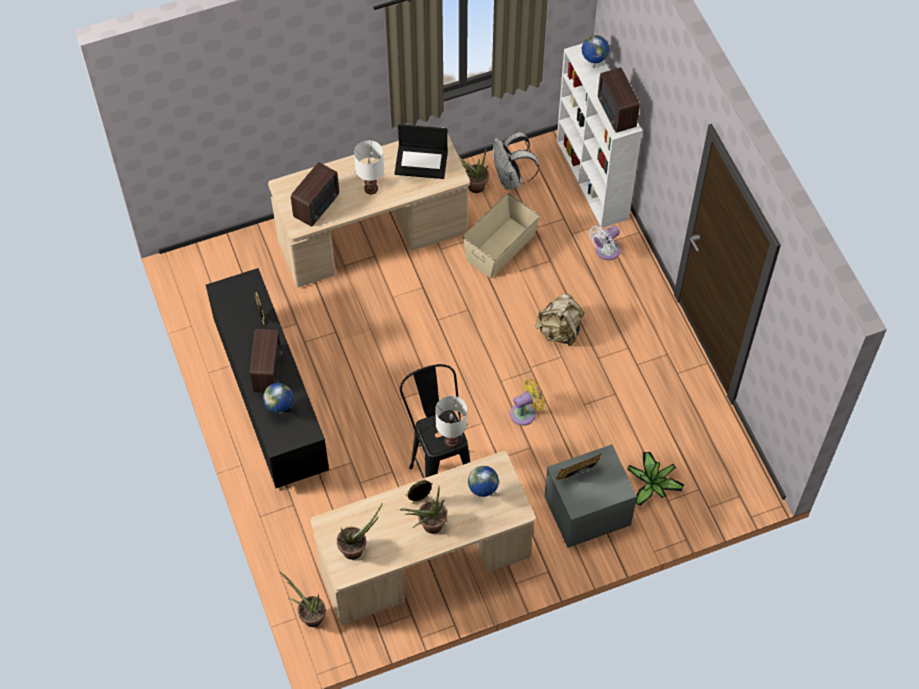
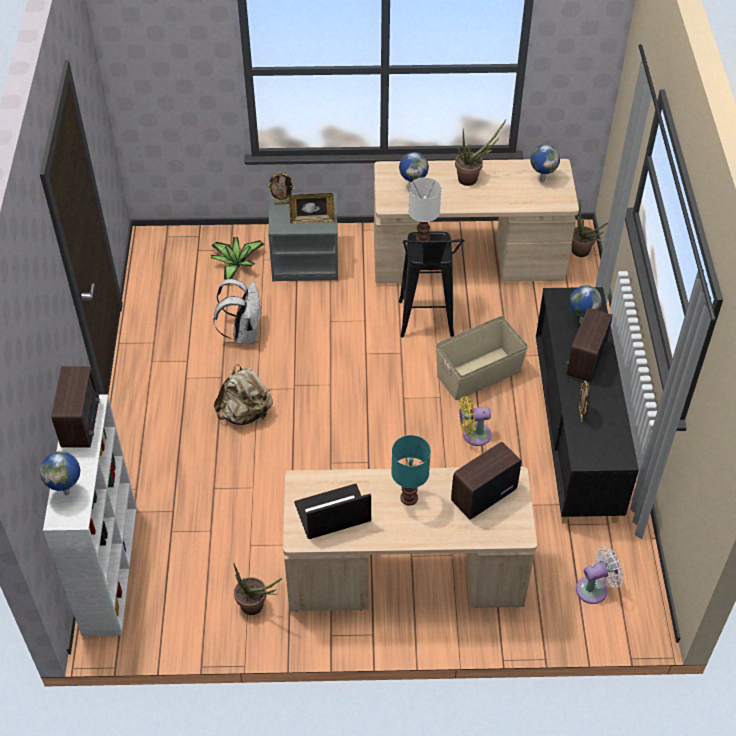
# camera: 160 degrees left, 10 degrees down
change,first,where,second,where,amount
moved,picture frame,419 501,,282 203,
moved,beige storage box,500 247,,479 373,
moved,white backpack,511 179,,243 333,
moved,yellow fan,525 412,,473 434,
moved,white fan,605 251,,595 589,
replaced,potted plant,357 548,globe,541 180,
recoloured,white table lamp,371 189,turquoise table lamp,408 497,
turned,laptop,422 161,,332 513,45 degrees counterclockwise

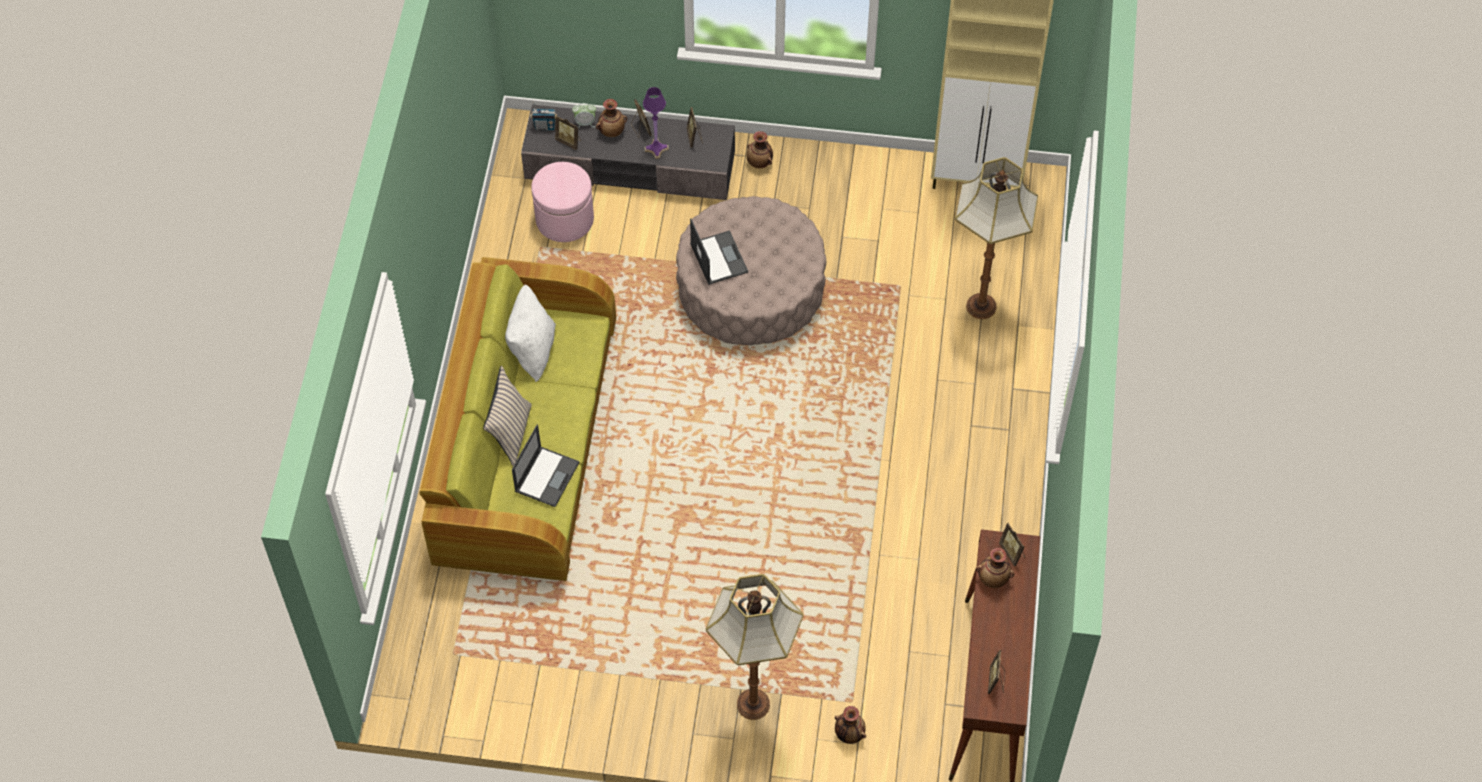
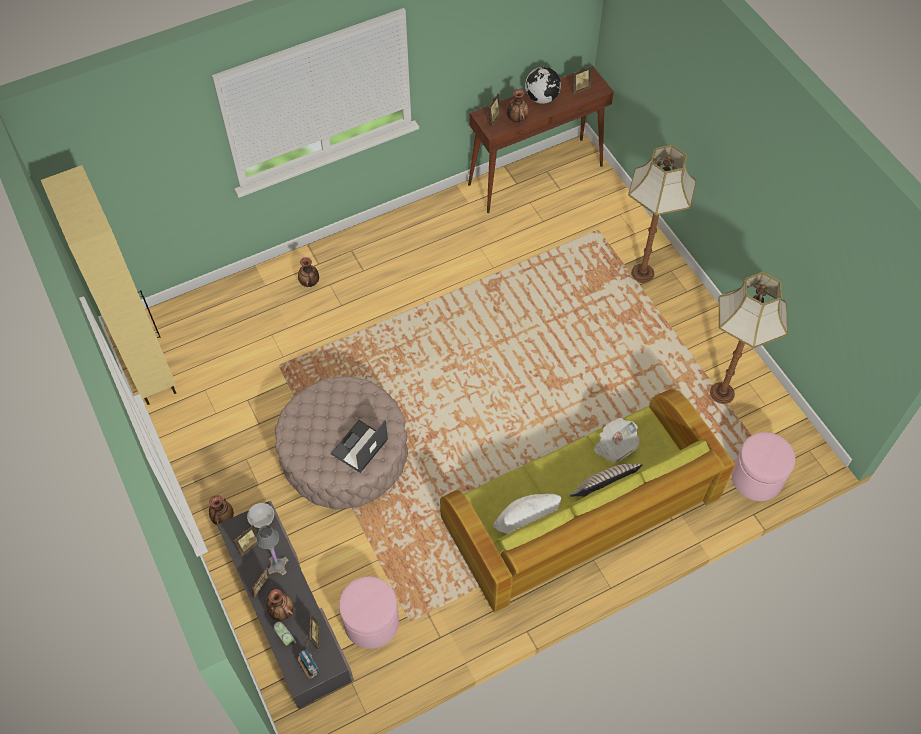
# camera: 125 degrees left, 0 degrees up
change,first,where,second,where,amount
added,,,bowl,262 520,
added,,,globe,542 98,
added,,,pink ottoman,756 478,
moved,vase,849 734,,310 282,
moved,floor lamp,980 307,,723 393,
replaced,laptop,547 476,newspaper,614 446,
recoloured,purple table lamp,656 148,grey table lamp,277 566,

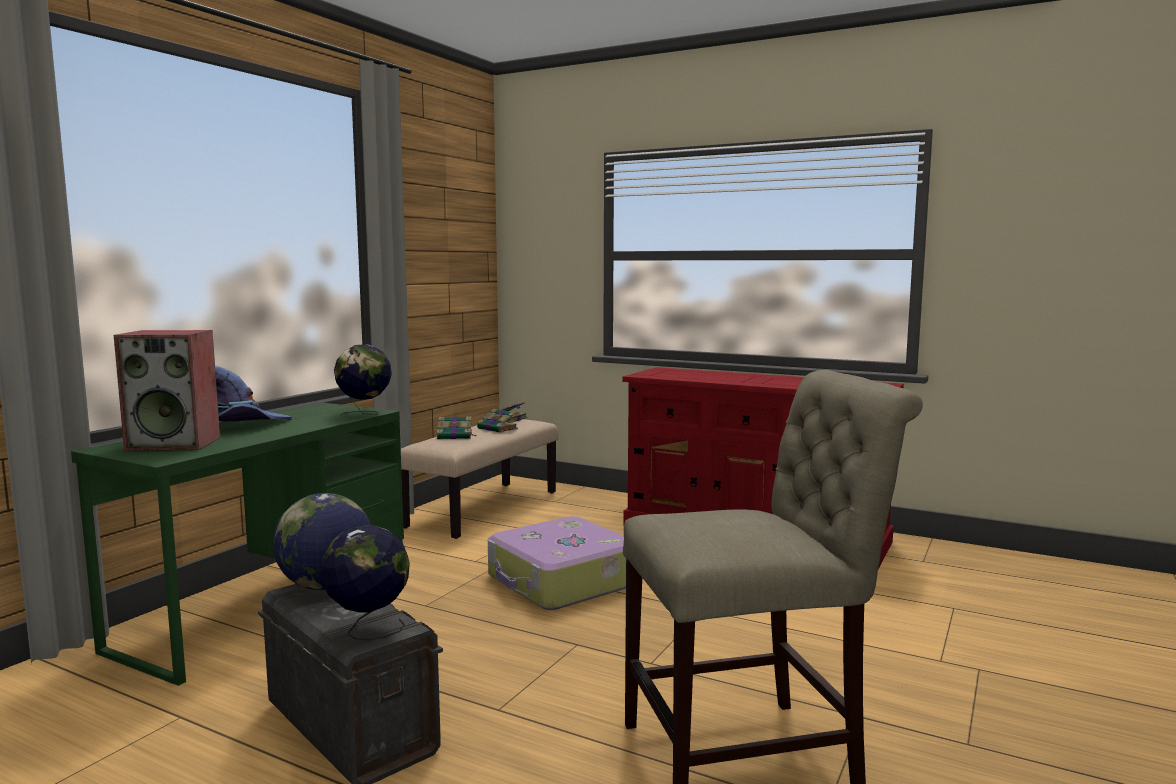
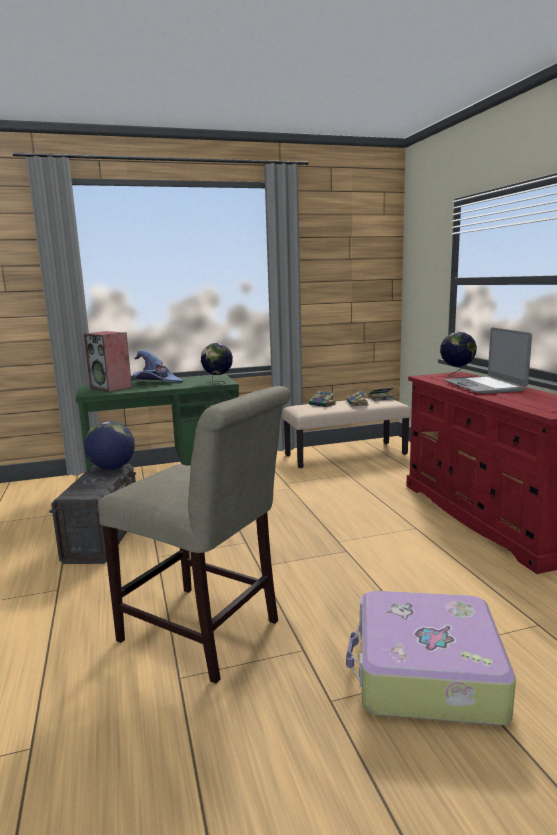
# camera: 45 degrees right, 5 degrees up
change,first,where,second,where,amount
added,,,laptop,484 386,
moved,globe,368 630,,456 376,
moved,suitcase,561 581,,425 673,

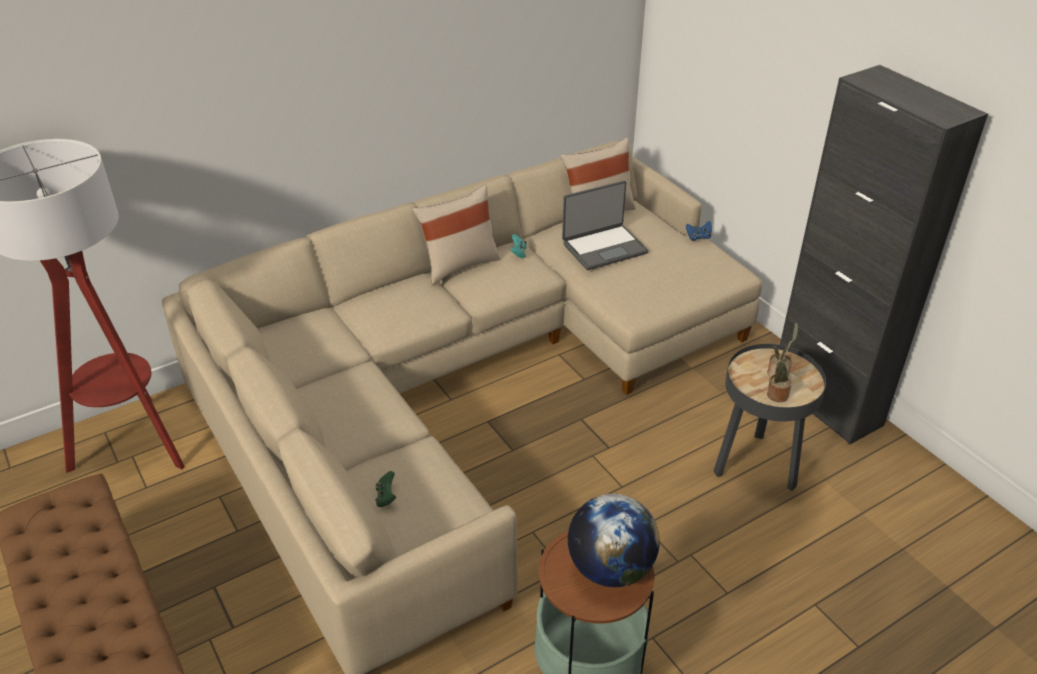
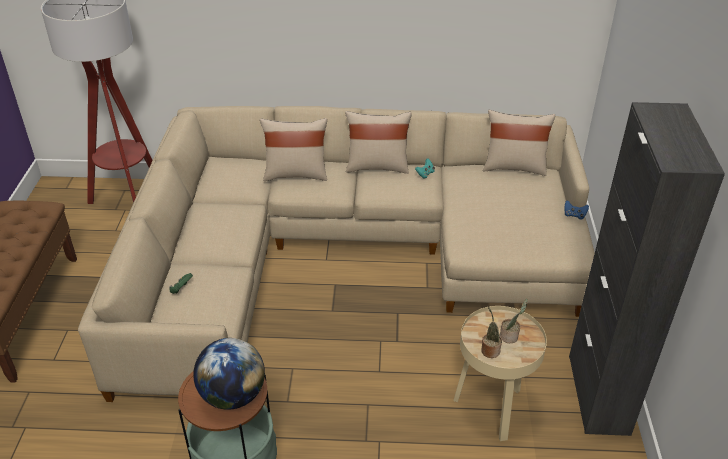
# camera: 35 degrees right, 0 degrees up
change,first,where,second,where,amount
removed,laptop,604 247,,,
added,,,beige pillow,296 174,
recoloured,black side table,756 465,beige side table,492 408,

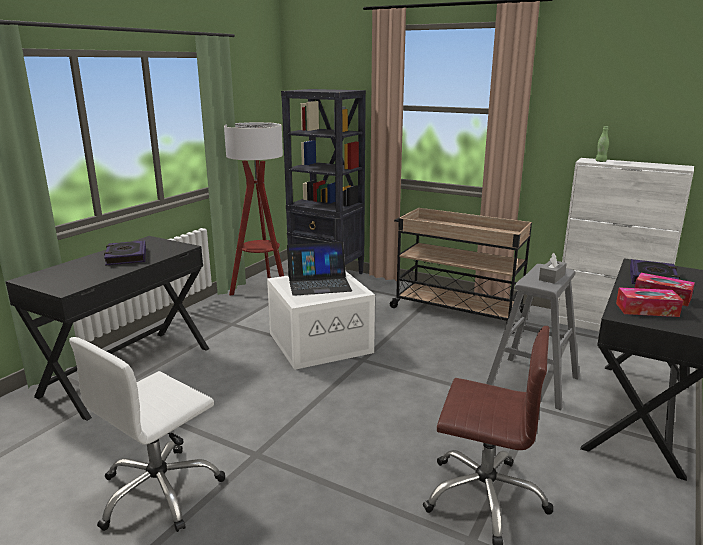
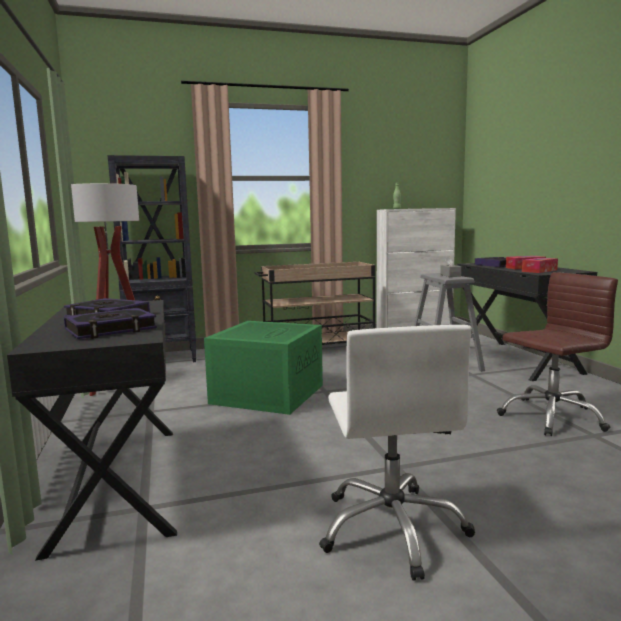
# camera: 45 degrees left, 10 degrees down
change,first,where,second,where,amount
removed,laptop,319 283,,,
added,,,book,111 329,
recoloured,white storage box,321 342,green storage box,267 393,

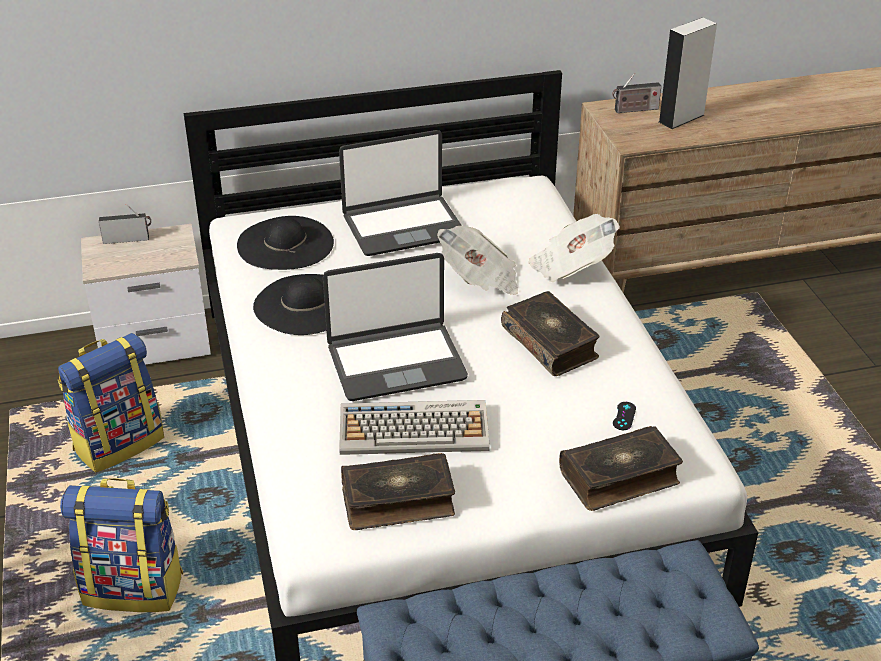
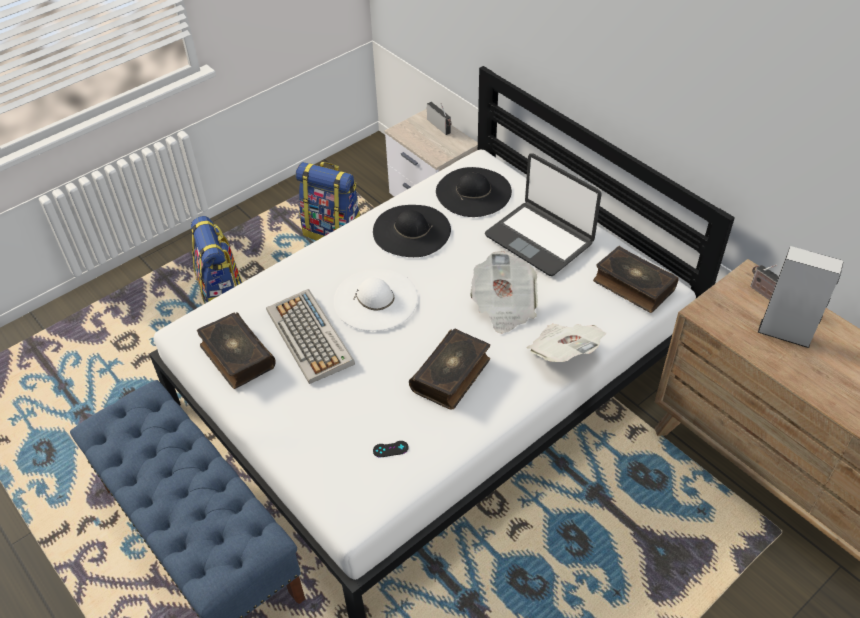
# camera: 65 degrees right, 10 degrees up
change,first,where,second,where,amount
moved,book,620 478,,633 285,
replaced,laptop,396 362,white hat,376 300,

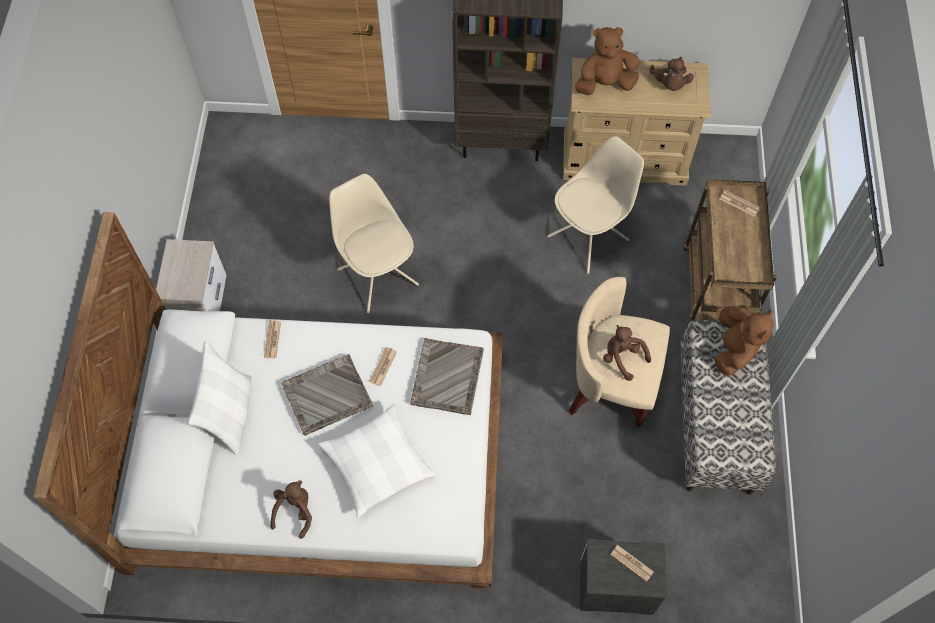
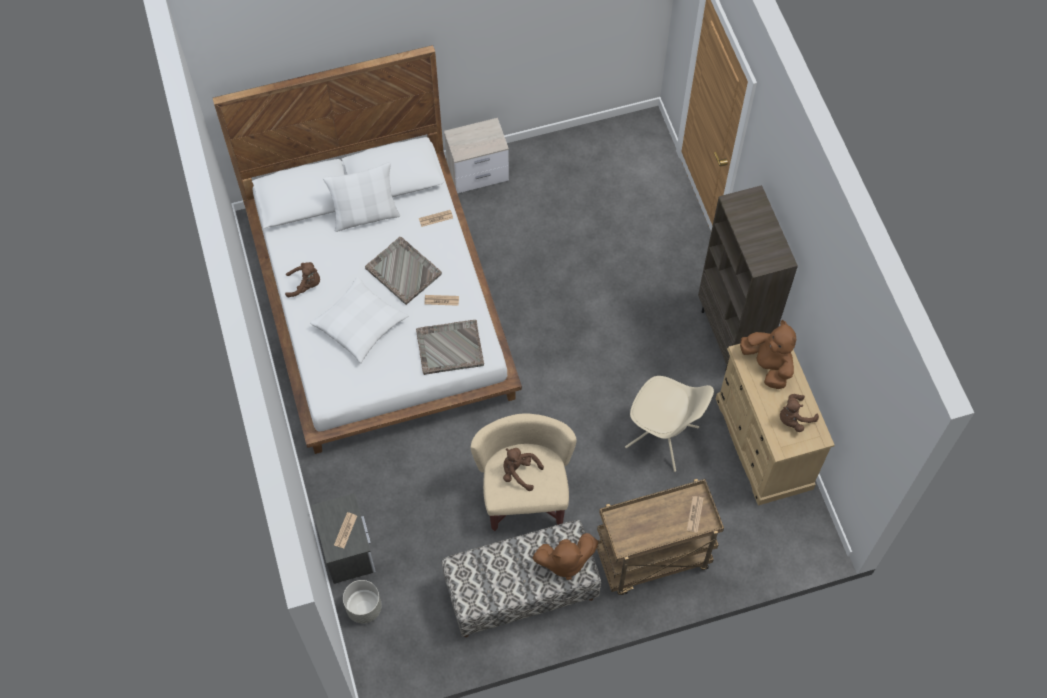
# camera: 70 degrees right, 0 degrees up
change,first,where,second,where,amount
removed,beige chair,377 275,,,
added,,,grey planter,363 607,
turned,brown plush toy,622 357,,519 472,90 degrees counterclockwise

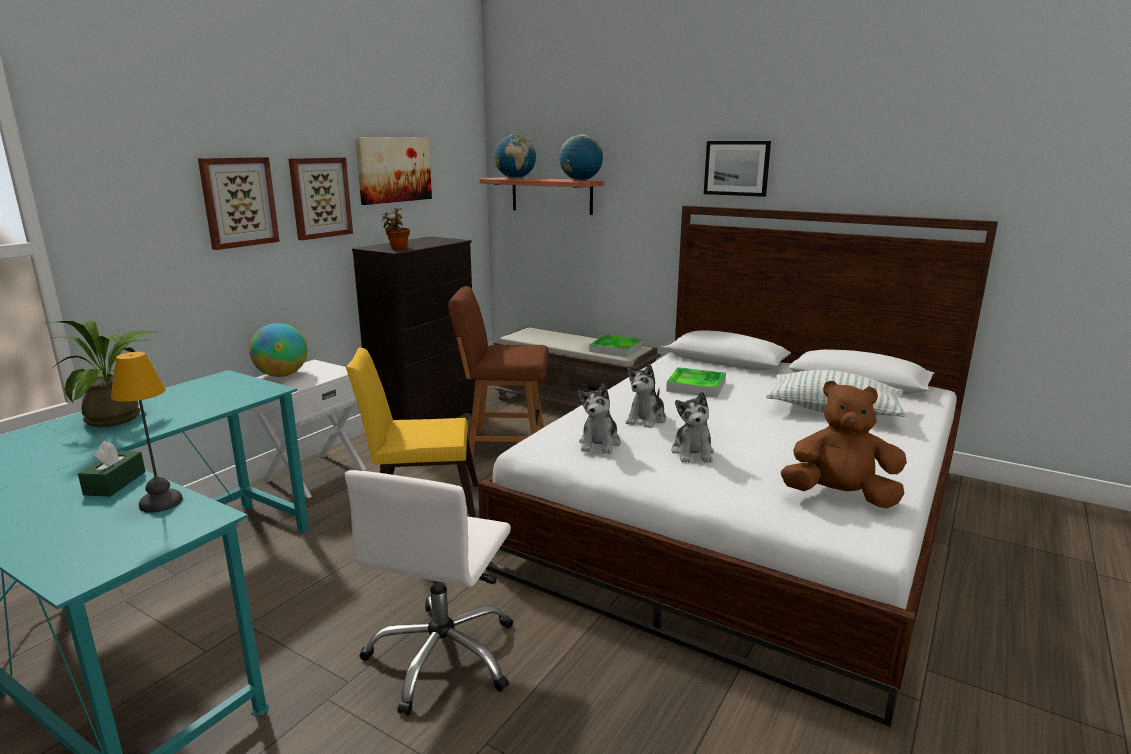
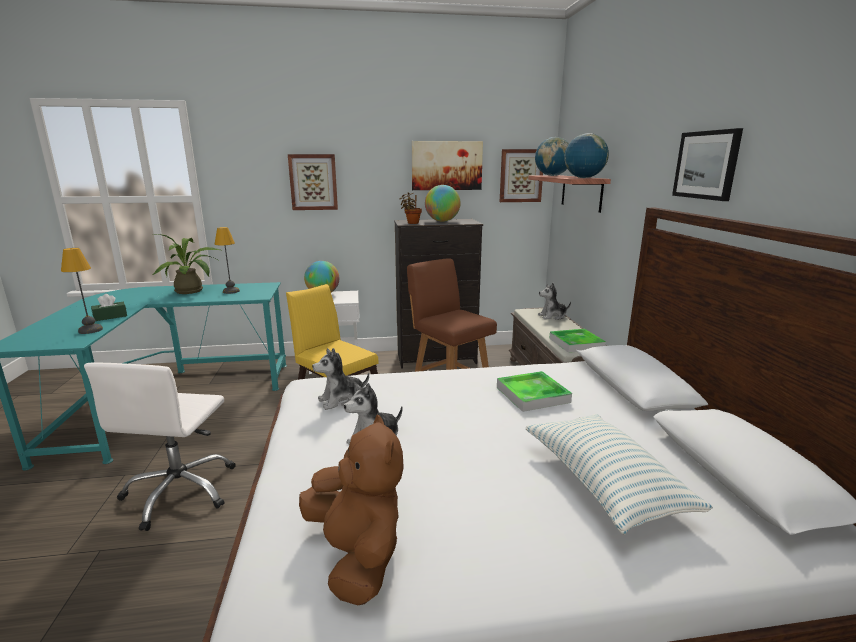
# camera: 50 degrees right, 0 degrees up
change,first,where,second,where,amount
added,,,table lamp,231 291,
added,,,globe,442 221,
moved,picture,320 197,,521 175,
moved,plush toy,646 419,,552 316,
turned,white office chair,443 656,,181 491,60 degrees counterclockwise

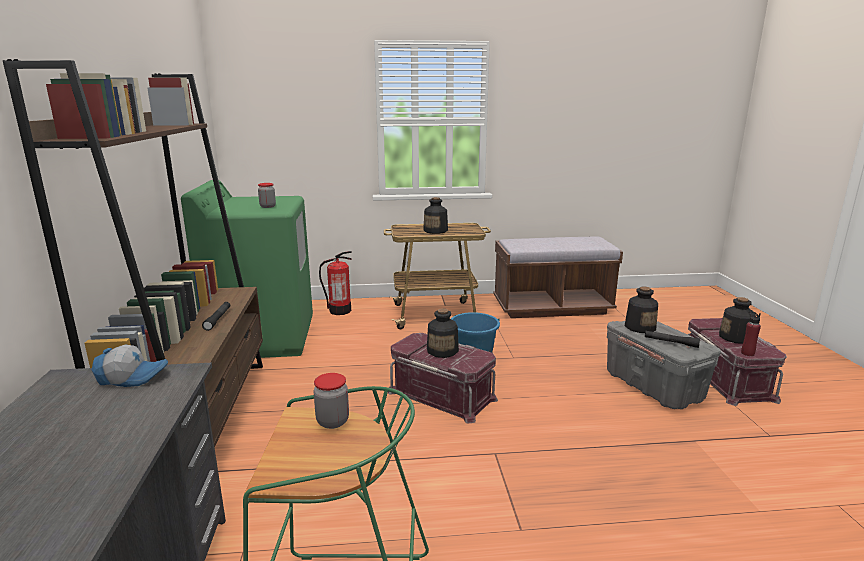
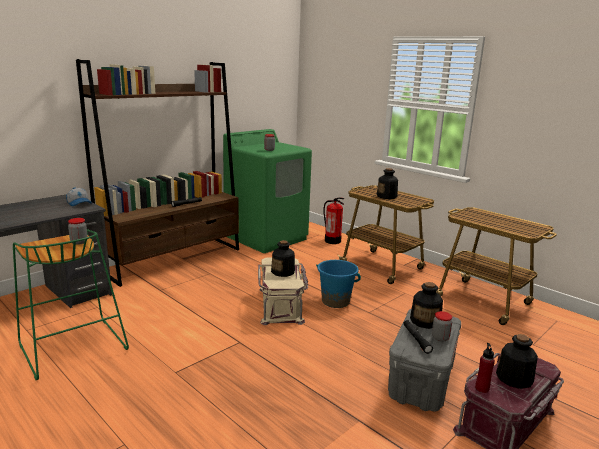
# camera: 50 degrees right, 0 degrees up
change,first,where,second,where,amount
added,,,jar,440 338,
replaced,brown bench,552 307,cart,484 302,
recoloured,red storage box,442 394,beige storage box,281 305,

